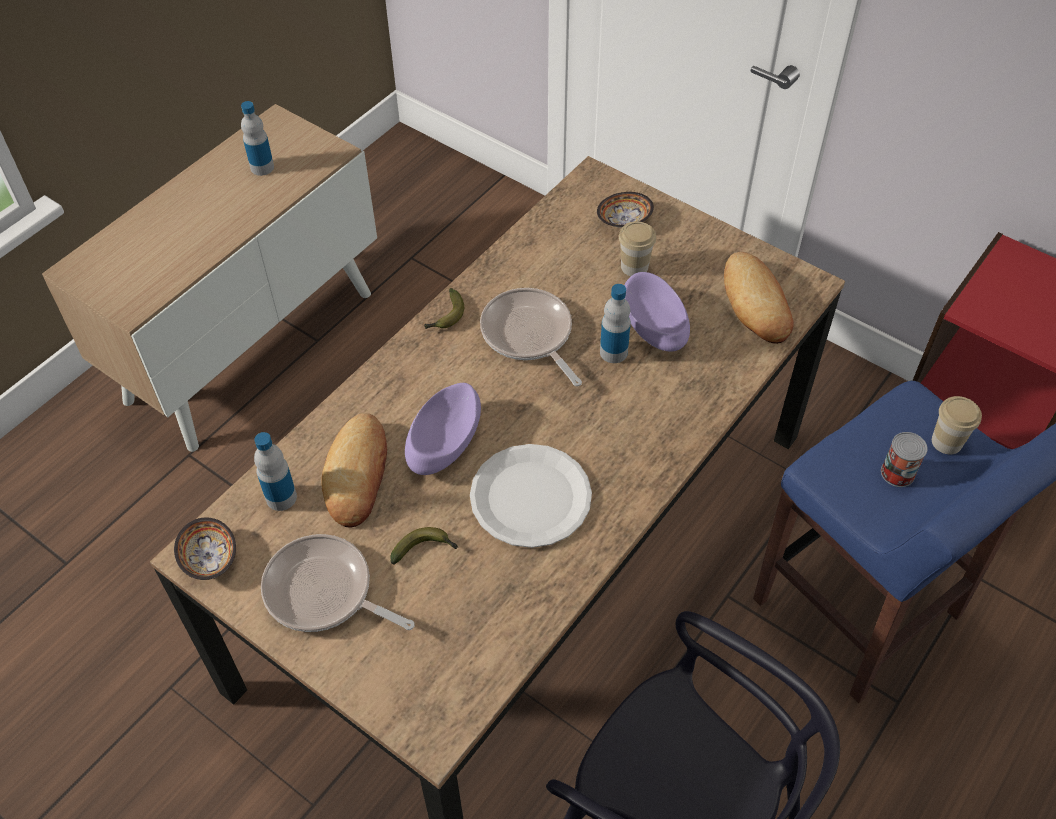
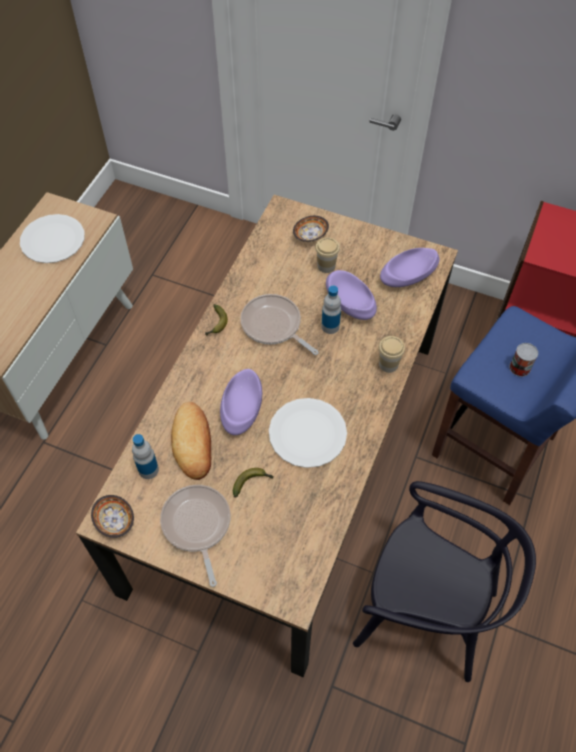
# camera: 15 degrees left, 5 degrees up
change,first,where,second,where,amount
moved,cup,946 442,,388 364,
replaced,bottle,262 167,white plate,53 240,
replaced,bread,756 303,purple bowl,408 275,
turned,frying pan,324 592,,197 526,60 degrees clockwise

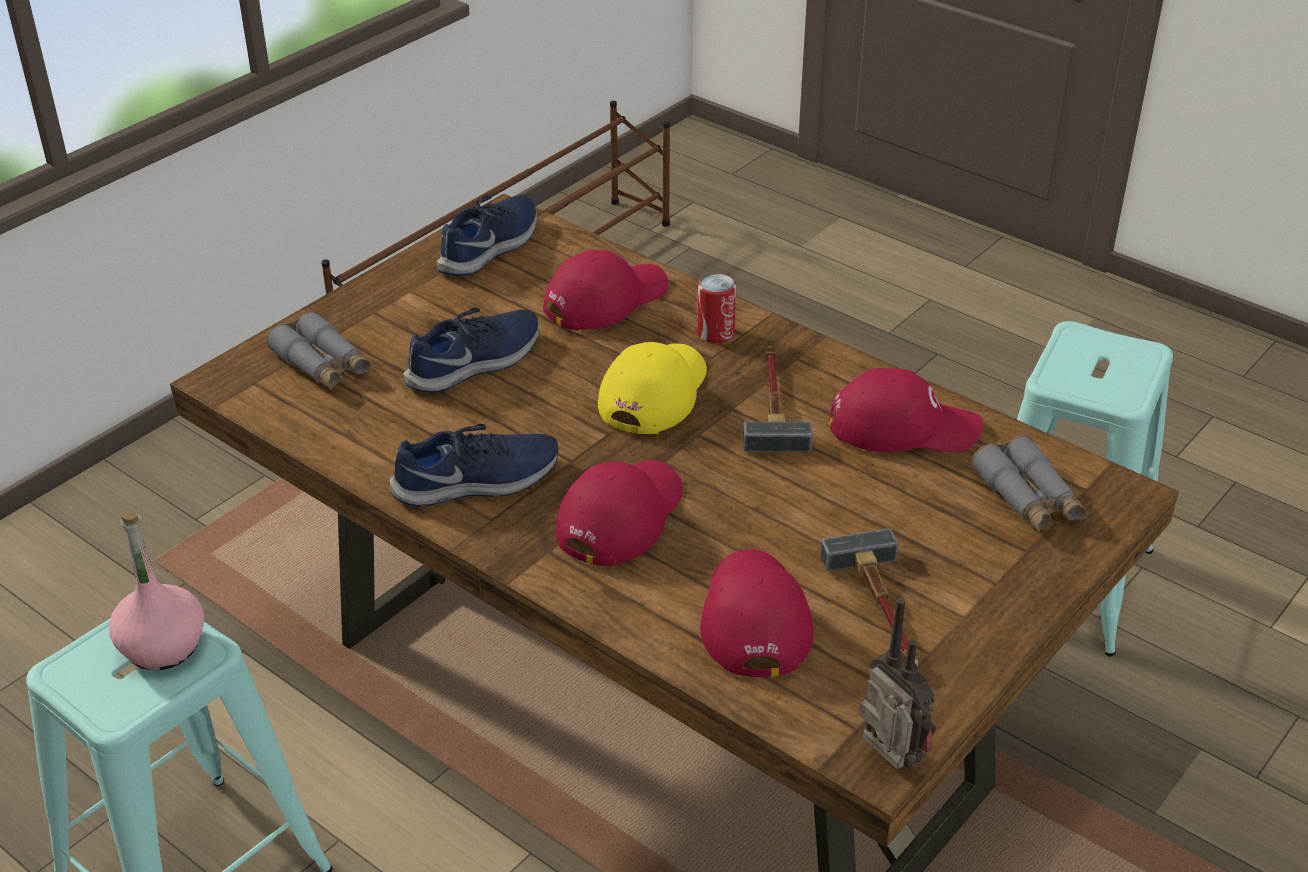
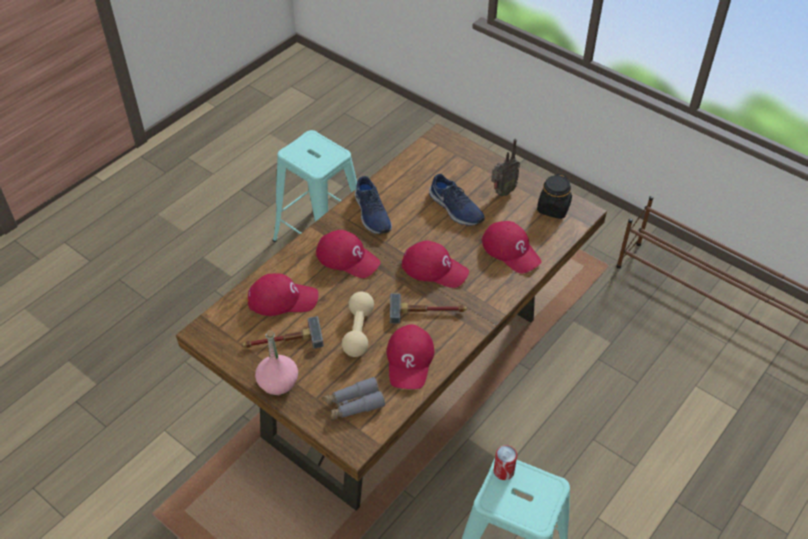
# camera: 90 degrees right, 10 degrees up
change,first,where,second,where,amount
removed,grey binoculars,322 365,,,
added,,,beige dumbbell,358 331,
moved,pink bottle,163 646,,278 382,
moved,can,715 333,,503 471,
moved,radio,888 762,,502 192,
replaced,blue shoe,491 247,black jar,553 208,
recoloured,yellow cap,653 392,red cap,435 268,

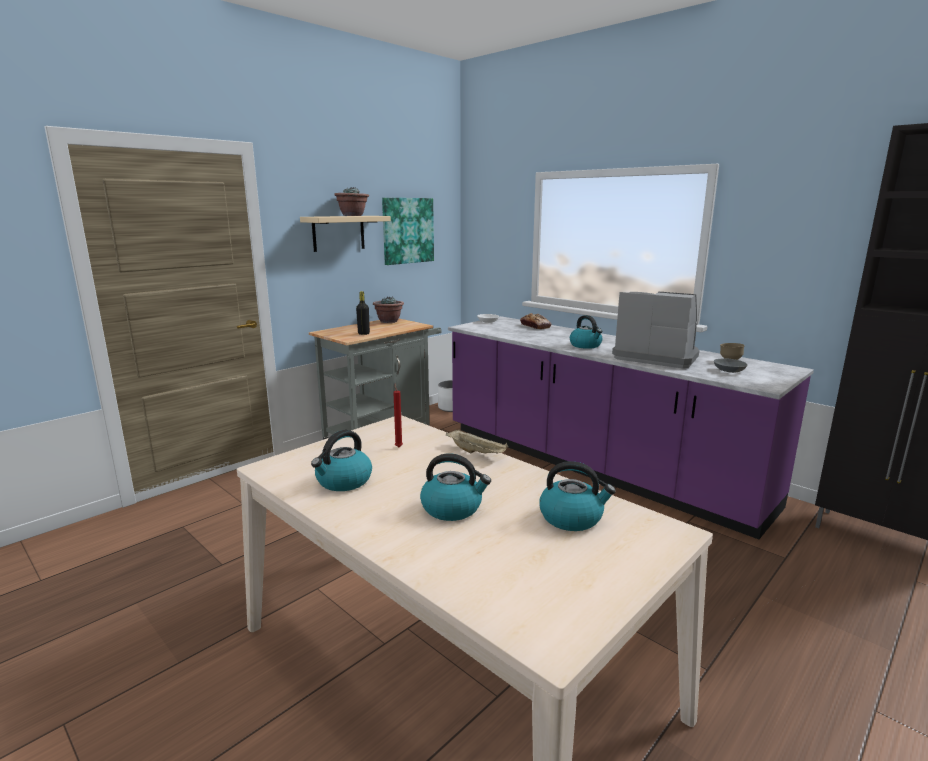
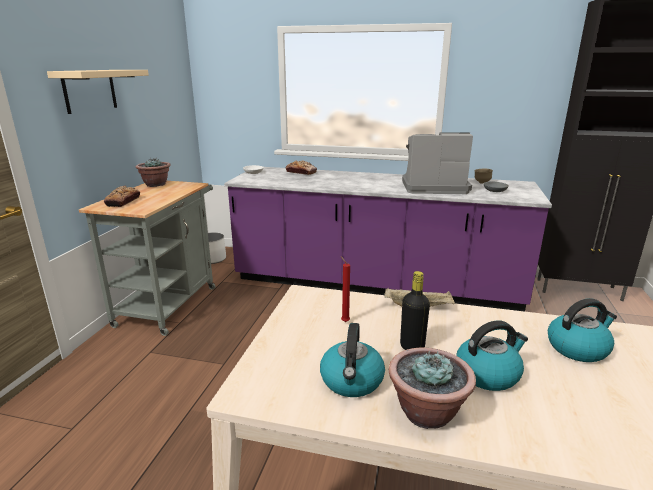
# camera: 30 degrees left, 5 degrees up
change,first,where,second,where,amount
removed,picture,407 230,,,
removed,kettle,586 345,,,
added,,,bread,123 201,
moved,potted plant,353 216,,426 412,
moved,black bottle,363 333,,412 346,

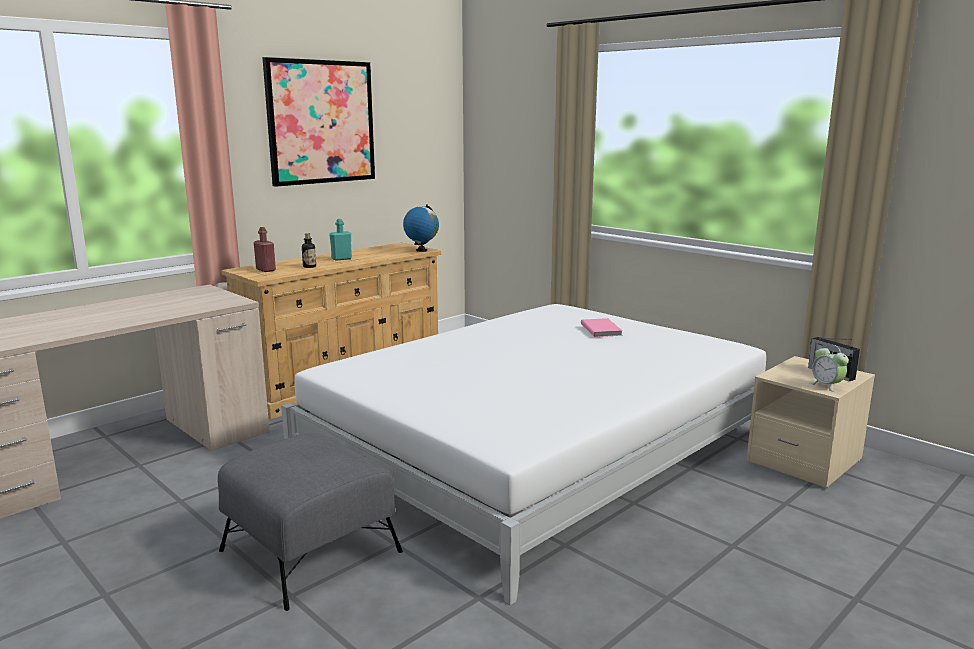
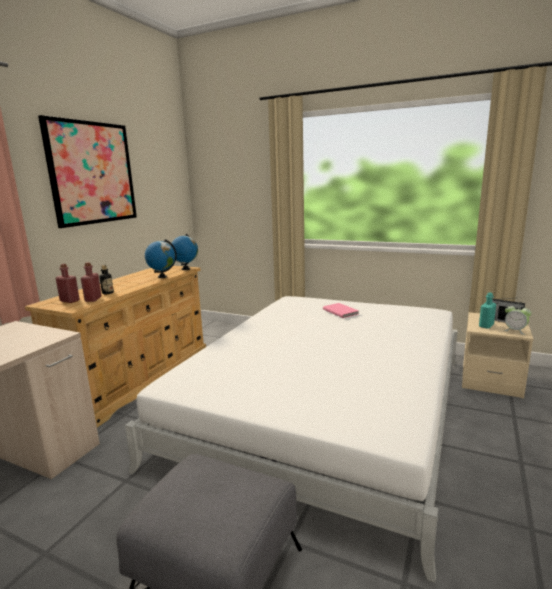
# camera: 20 degrees left, 0 degrees up
change,first,where,second,where,amount
added,,,red bottle,93 299,
added,,,globe,162 277,
moved,turquoise bottle,341 259,,486 325,

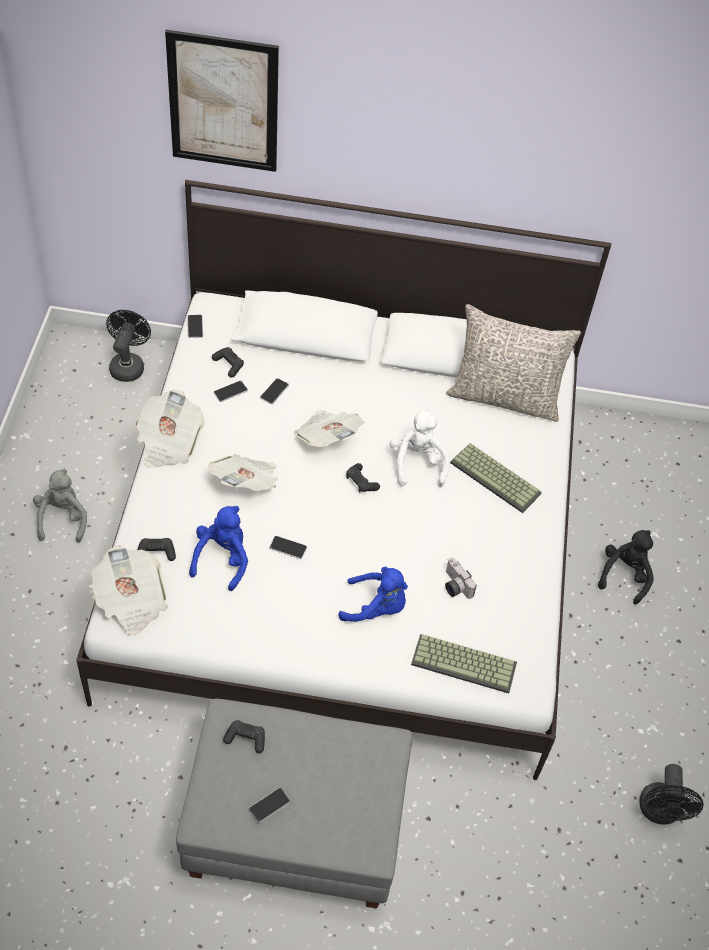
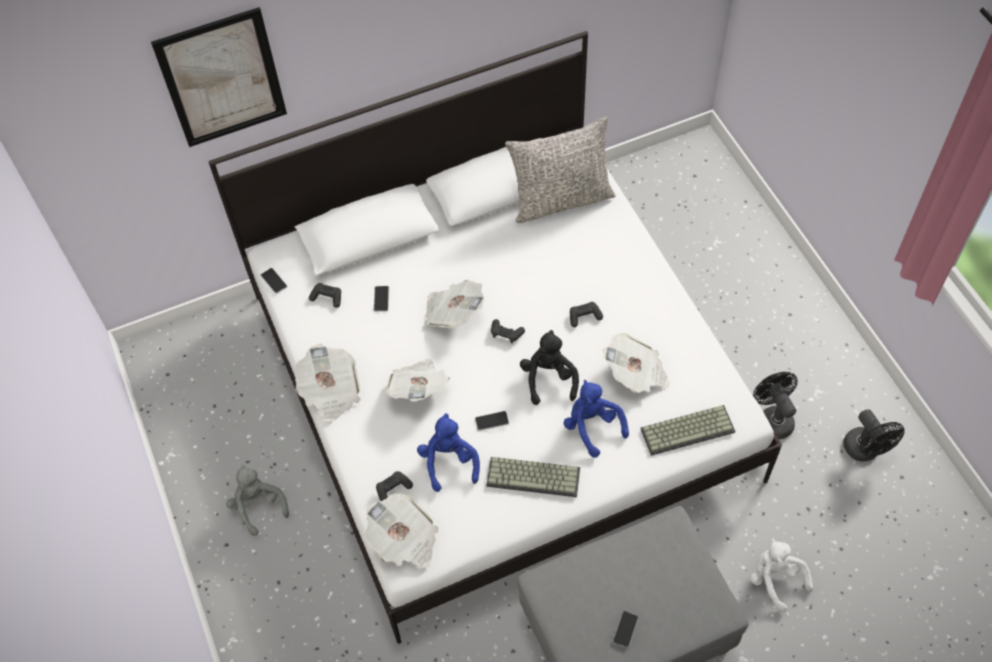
# camera: 25 degrees left, 5 degrees up
change,first,where,second,where,amount
removed,phone,230 392,,,
moved,black fan,128 365,,772 419,
moved,black game controller,246 739,,584 317,
moved,white plush toy,417 463,,775 579,
moved,keyboard,497 478,,534 476,
moved,black plush toy,624 575,,549 378,
replaced,photo camera,454 586,newspaper,636 374,
turned,blue plush toy,376 607,,592 427,105 degrees counterclockwise

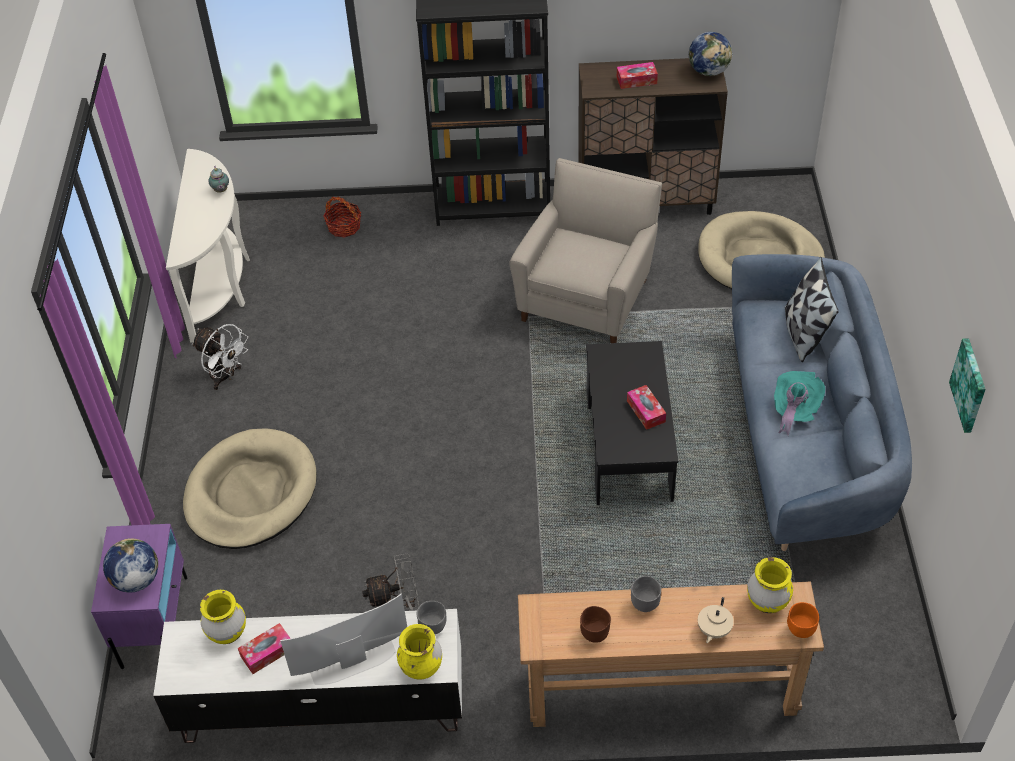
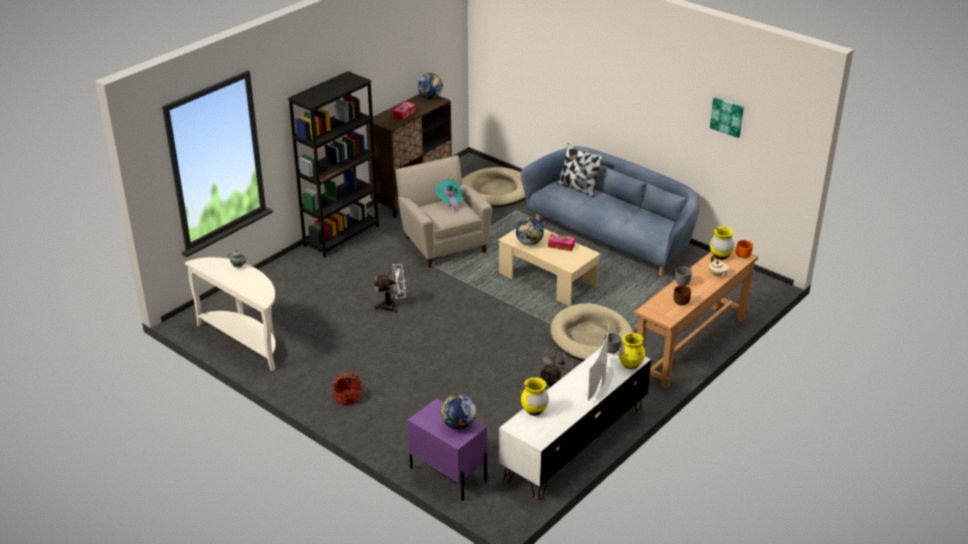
# camera: 50 degrees left, 15 degrees down
change,first,where,second,where,amount
removed,tissue box,267 652,,,
added,,,globe,529 243,
moved,beige dog bed,251 493,,592 338,
moved,white fan,225 377,,392 306,
moved,basket,344 227,,347 397,
moved,turquoise hat,794 410,,450 202,
recoloured,black coffee table,628 443,beige coffee table,547 280,

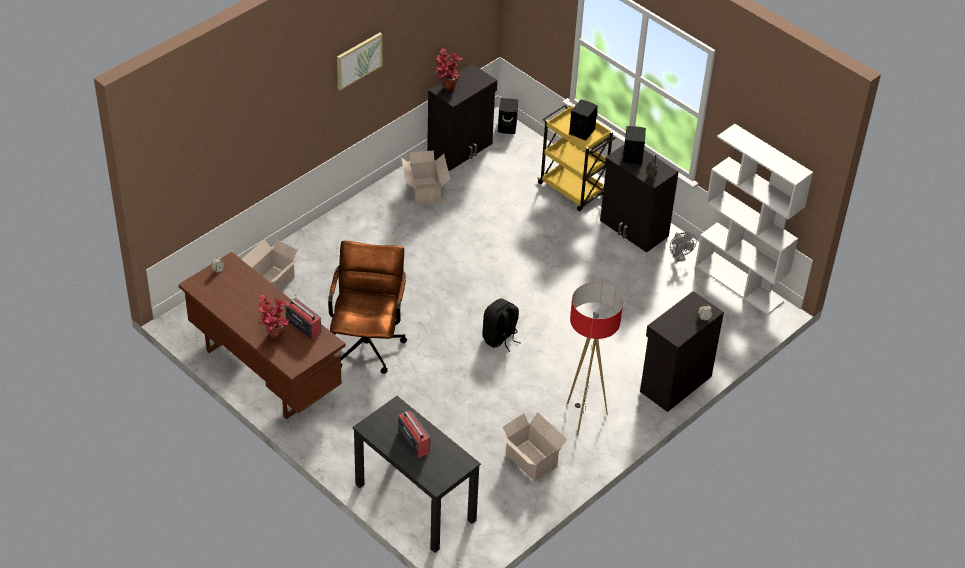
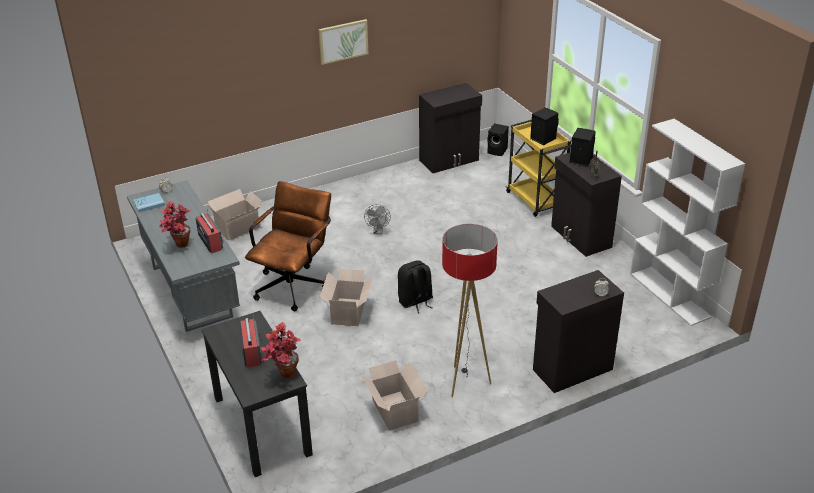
# camera: 20 degrees right, 10 degrees down
change,first,where,second,where,amount
added,,,blue book,149 204,
moved,cardboard box,425 190,,349 311,
moved,potted plant,446 89,,282 376,
moved,grey fan,679 257,,378 231,
recoloured,brown desk,264 371,grey desk,190 291,

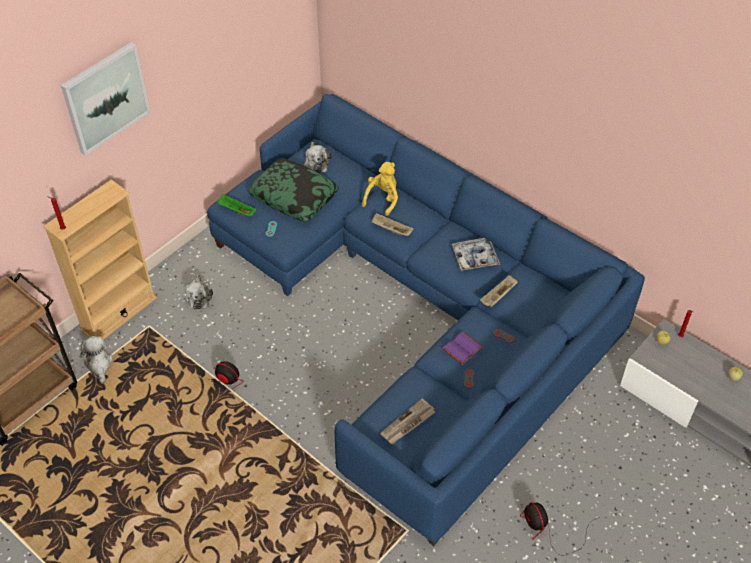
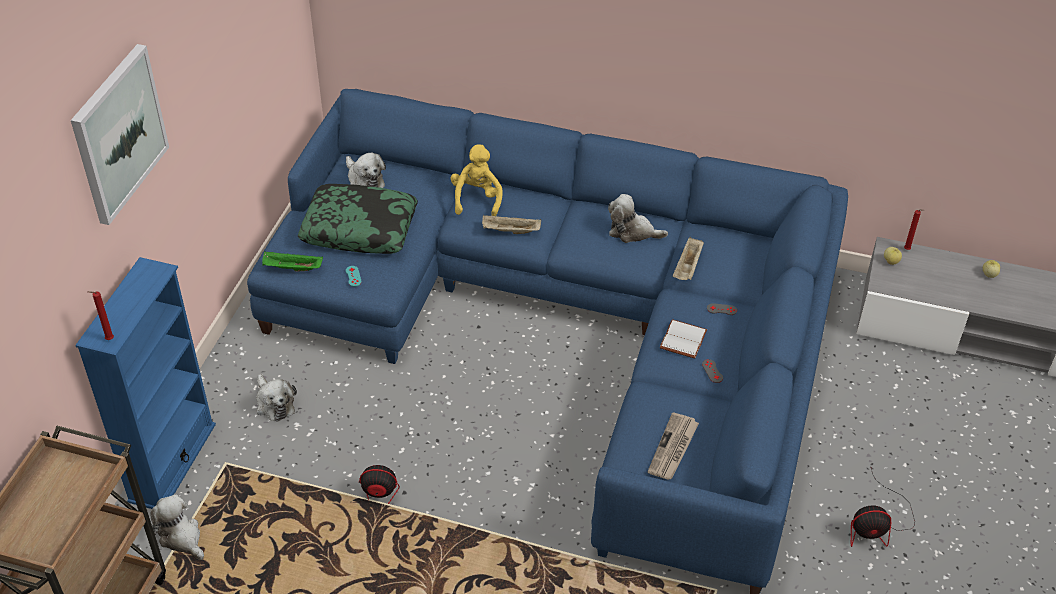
# camera: 25 degrees left, 5 degrees down
change,first,where,second,where,amount
replaced,tray,475 257,plush toy,632 232,
recoloured,beige bookcase,119 314,blue bookcase,172 462,
recoloured,purple book,462 348,white book,682 339,
turned,fan,548 530,,877 525,45 degrees counterclockwise

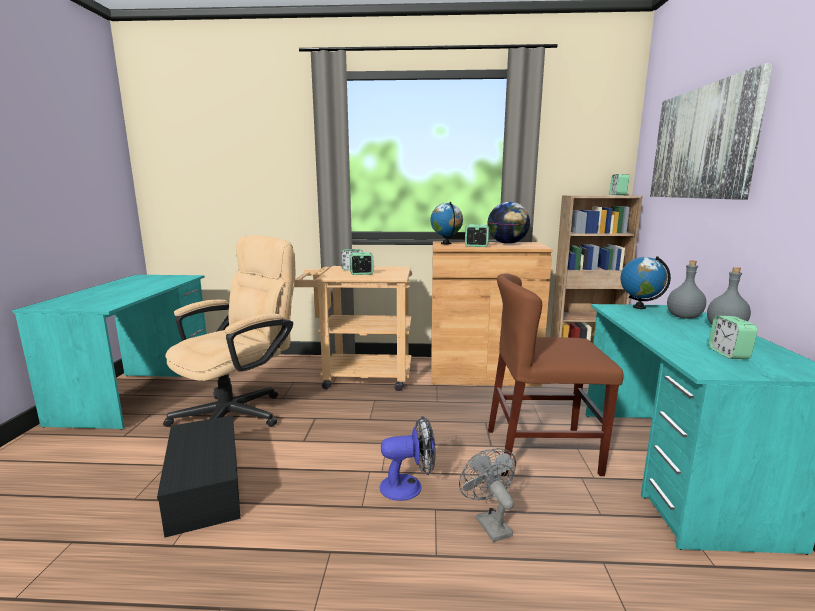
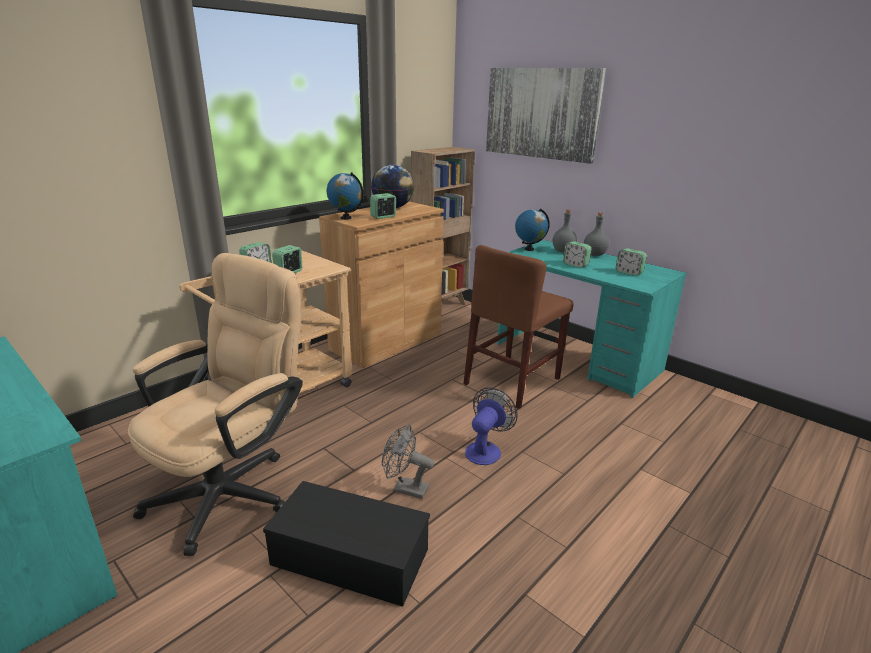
# camera: 50 degrees left, 10 degrees up
change,first,where,second,where,amount
moved,grey fan,489 522,,405 488,
moved,alarm clock,618 195,,575 265,
turned,beige office chair,239 412,,233 488,45 degrees clockwise

